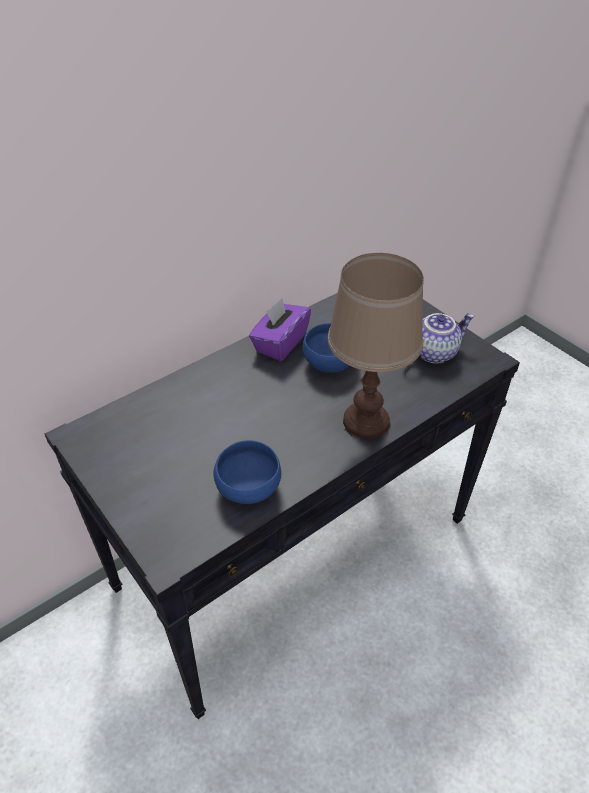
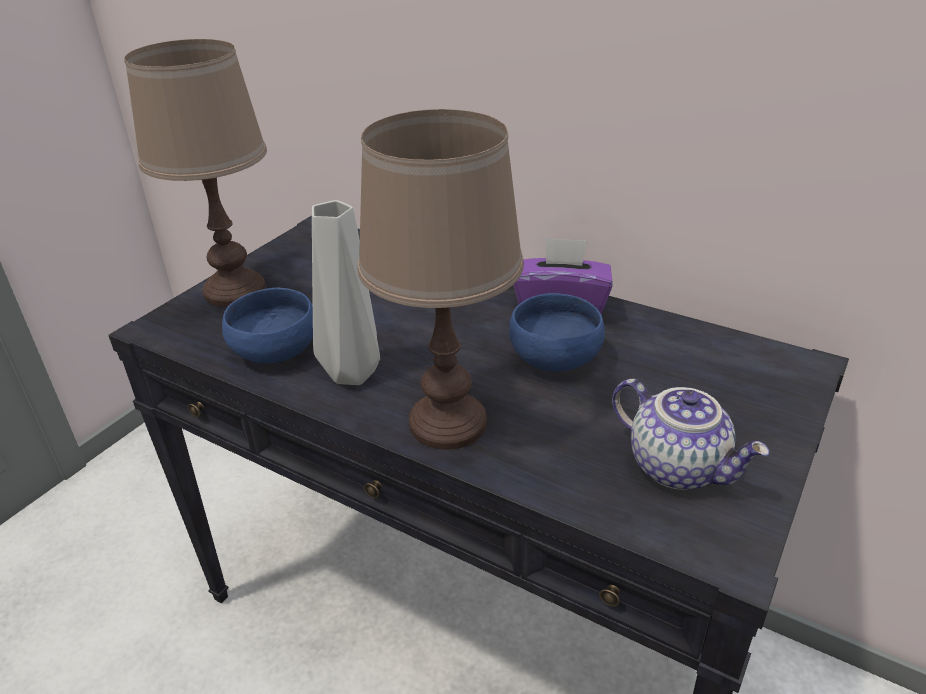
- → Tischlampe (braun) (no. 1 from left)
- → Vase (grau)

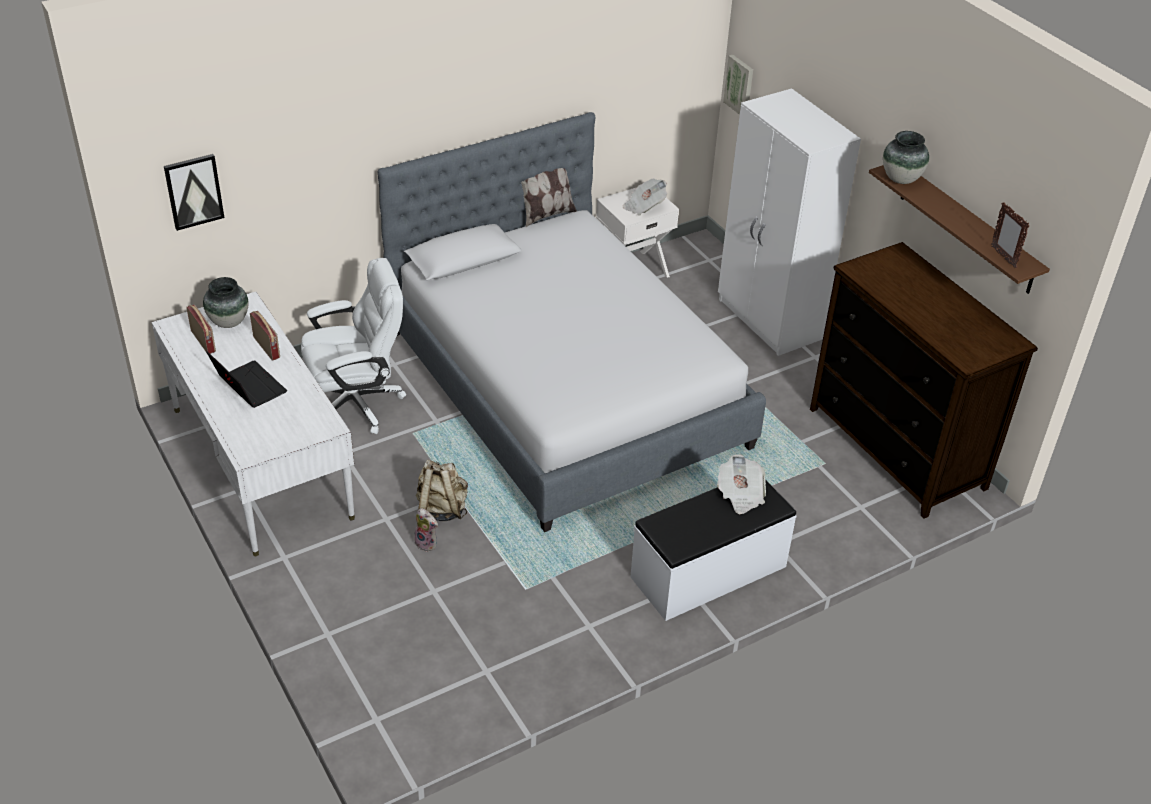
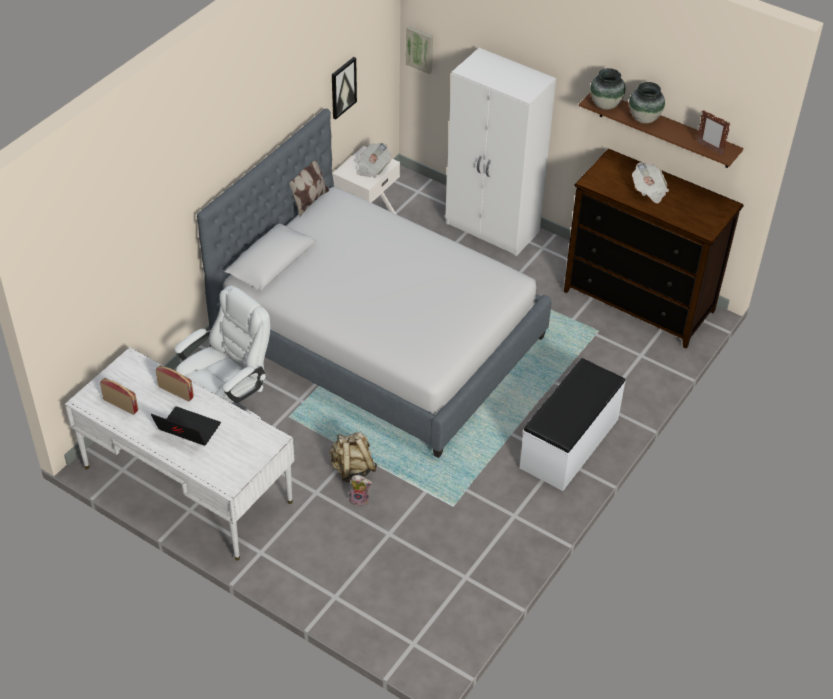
Bild (no. 1 from left), relocated
Vase (no. 1 from left in the first image) → Vase (no. 2 from left), relocated
Zeitung (no. 2 from left), relocated

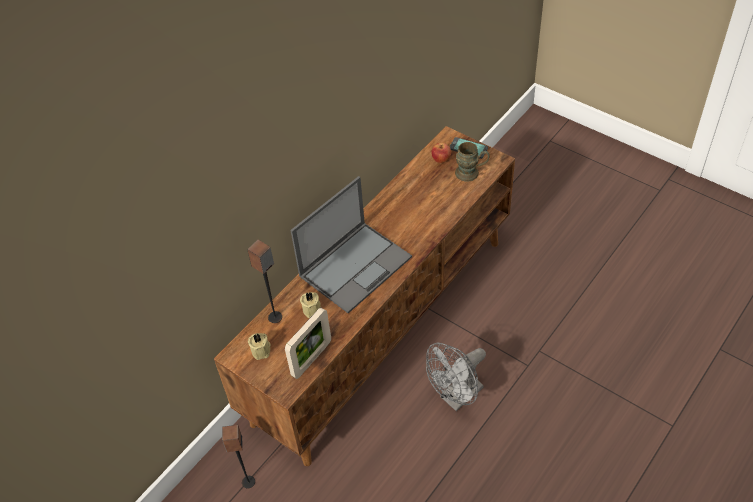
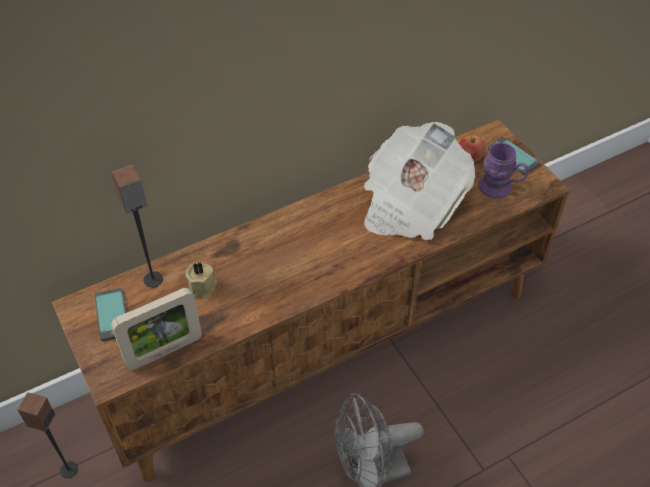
Henkelbecher (braun) → Henkelbecher (lila)
Laptop → -
Kerze (beige) (no. 1 from left) → Handy (no. 1 from left)
- → Zeitung

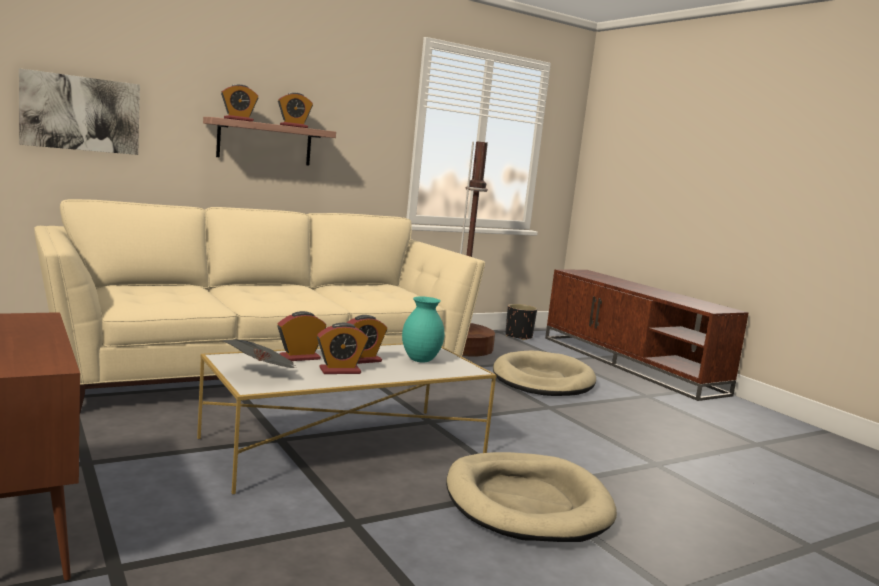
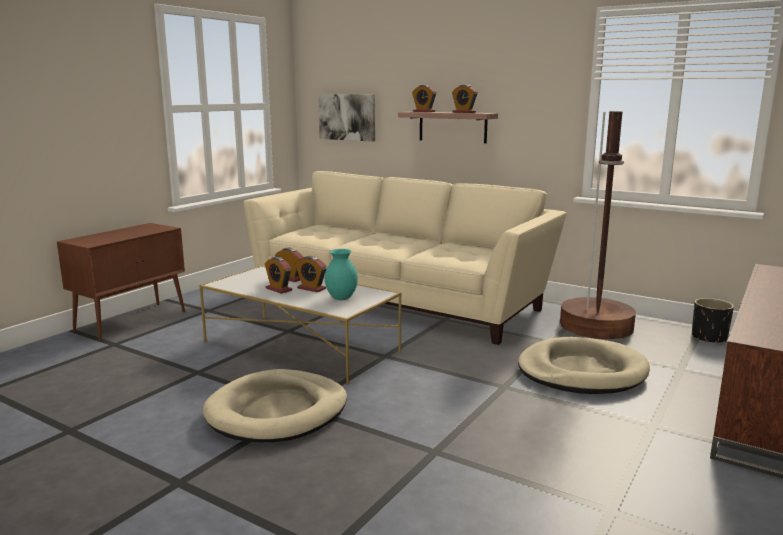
Zeitung → -

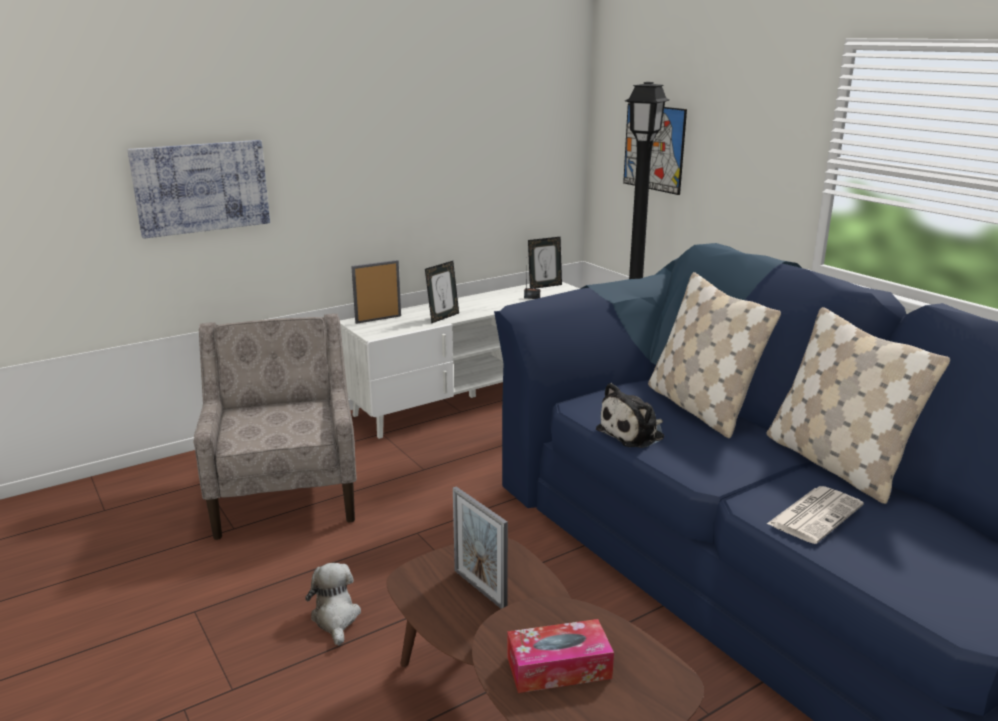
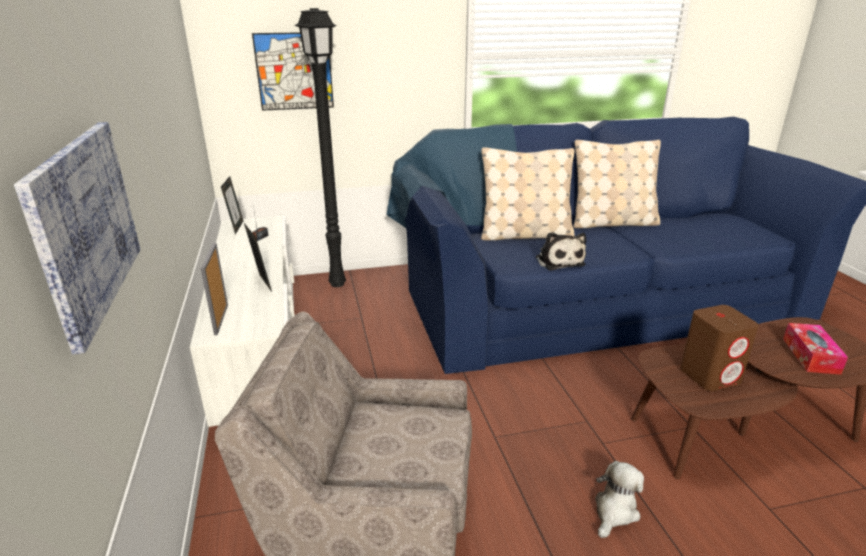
Bilderrahmen (no. 3 from left) → Lautsprecher (braun)
Zeitung → -
Plüschtier (no. 1 from left in the first image) → Plüschtier (no. 2 from left), 120 degrees clockwise

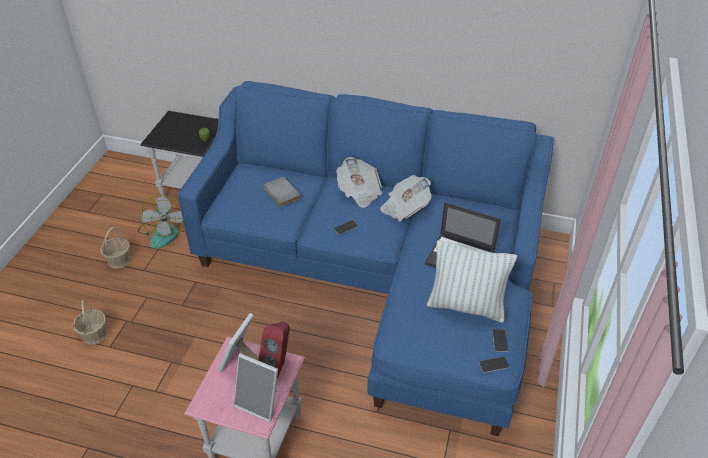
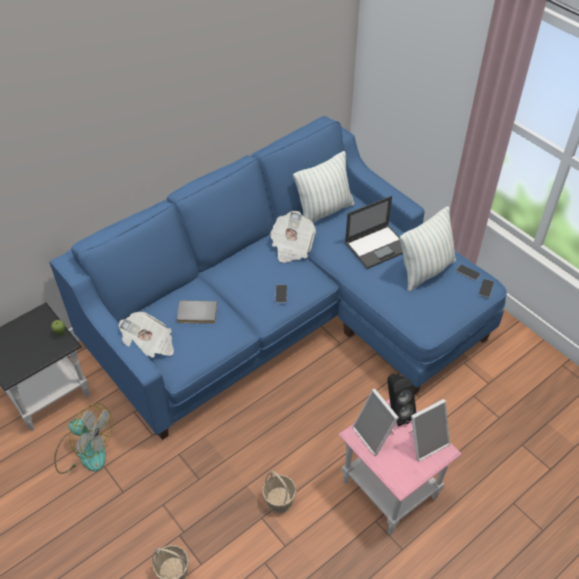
Zeitung (no. 1 from left), relocated
Korb (no. 2 from left), relocated
Lautsprecher (rot) → Lautsprecher (schwarz)
- → Kissen (no. 1 from left)

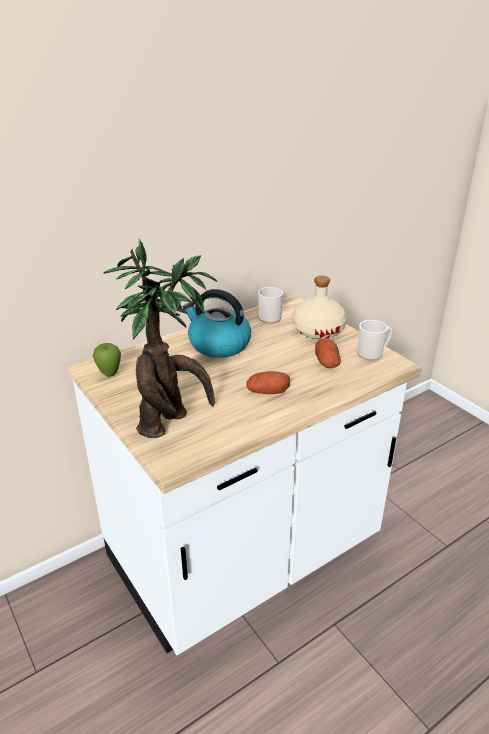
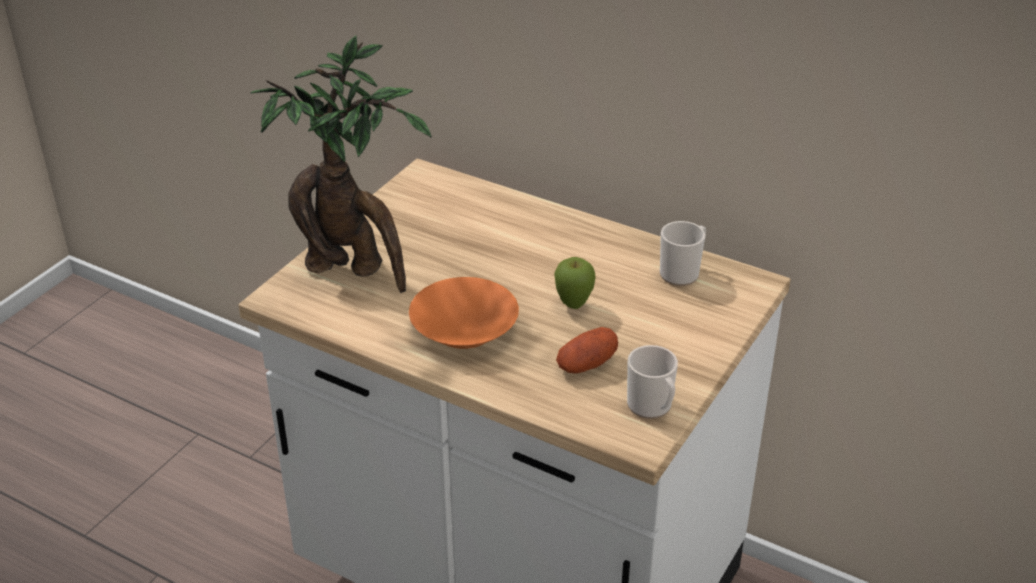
Flasche (beige) → -
Wasserkessel → -
Apfel, relocated
Kartoffel (no. 1 from left) → Schüssel (orange)

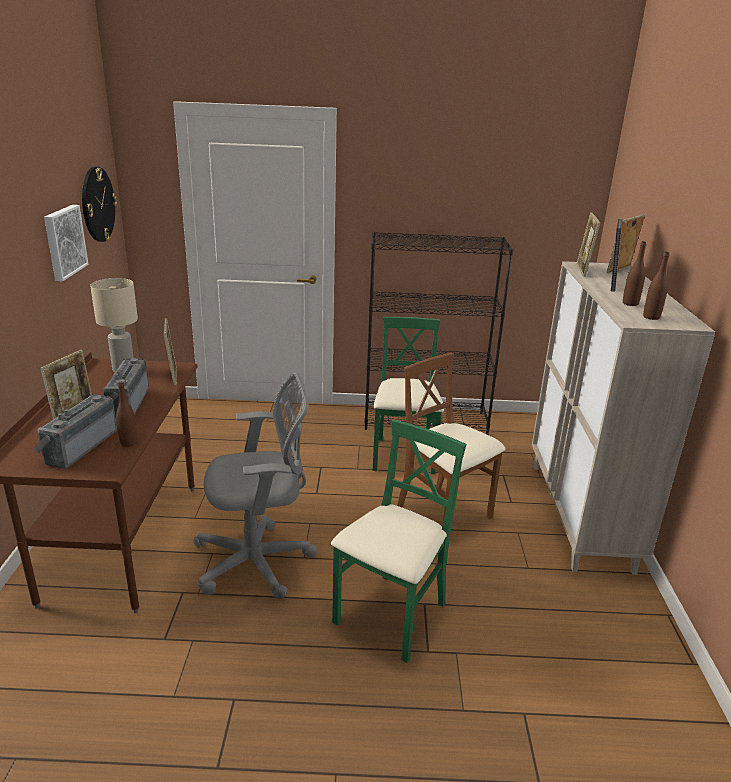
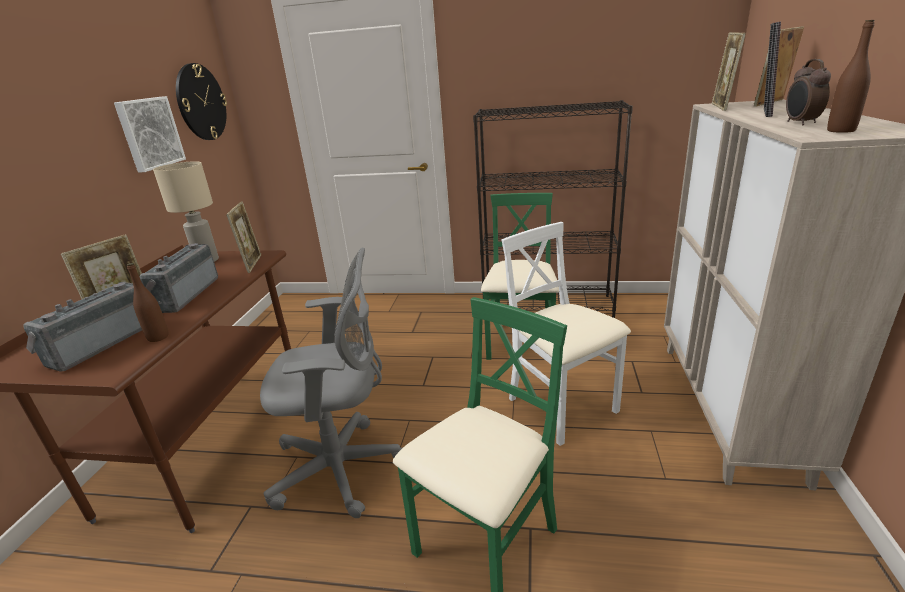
Flasche (braun) (no. 2 from left) → Wecker
Stuhl (braun) → Stuhl (weiß)

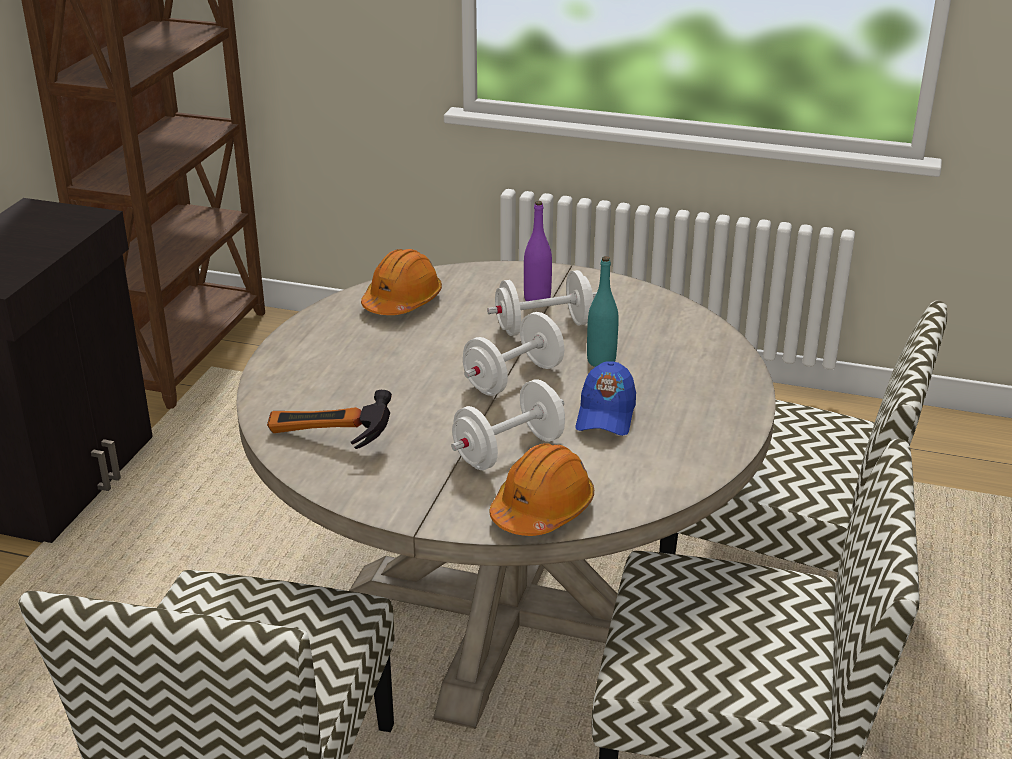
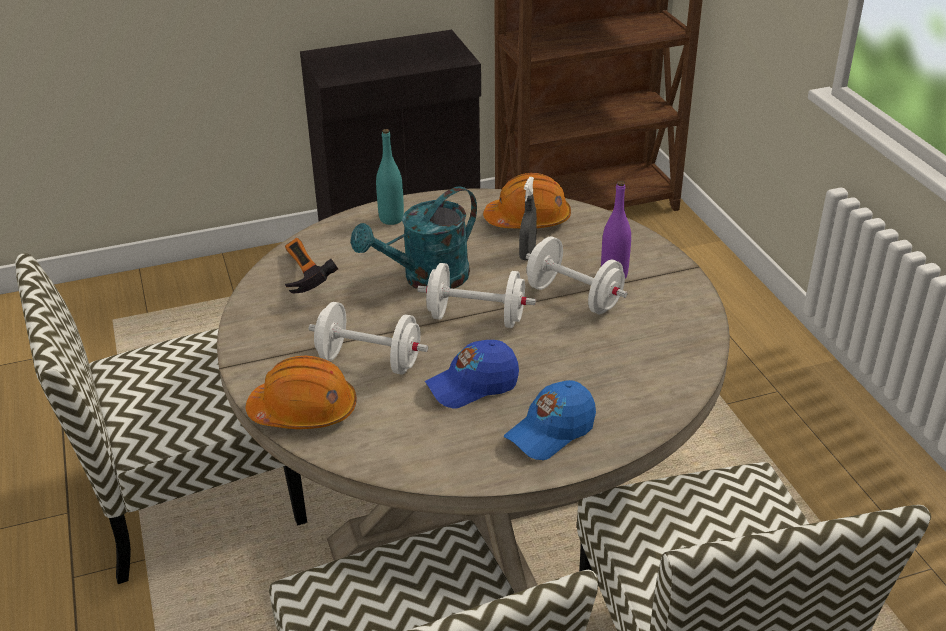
Flasche (türkis), relocated
- → Sprühflasche (grau)
- → Gießkanne (türkis)
- → Kappe (blau) (no. 2 from left)

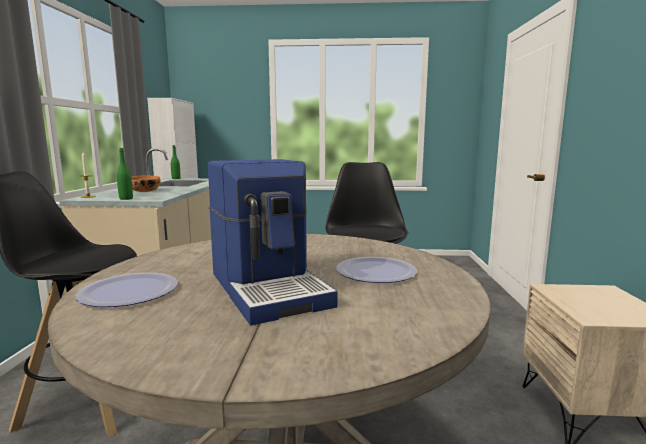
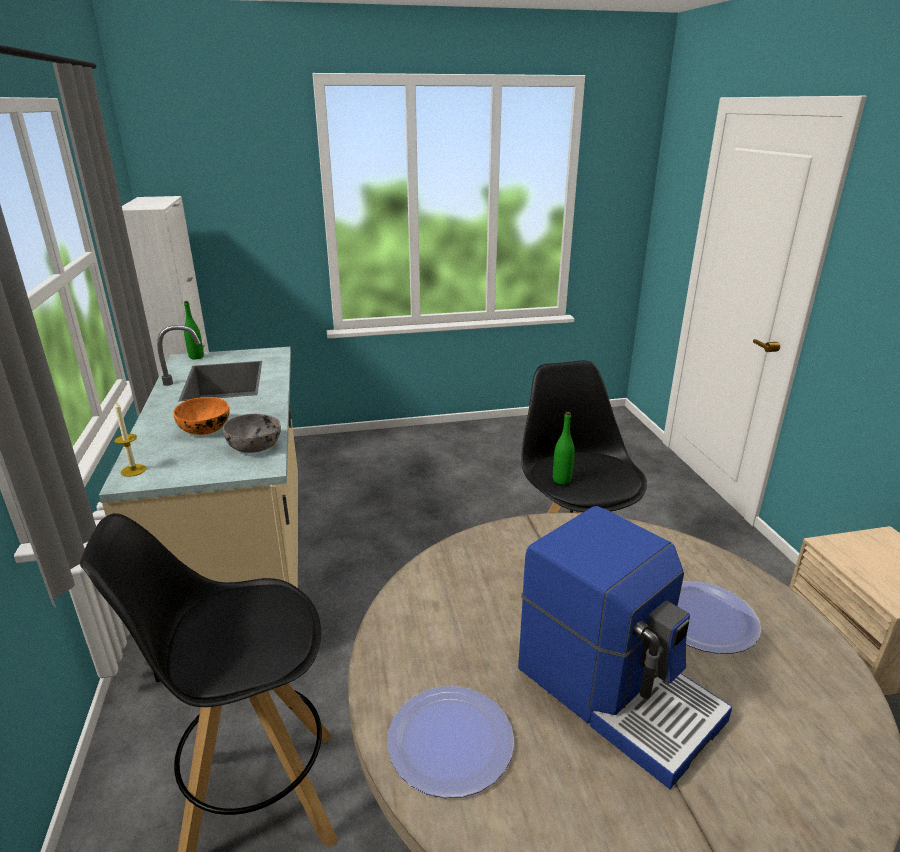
Flasche (grün) (no. 1 from left in the first image) → Flasche (grün) (no. 2 from left), relocated
- → Schüssel (grau)

